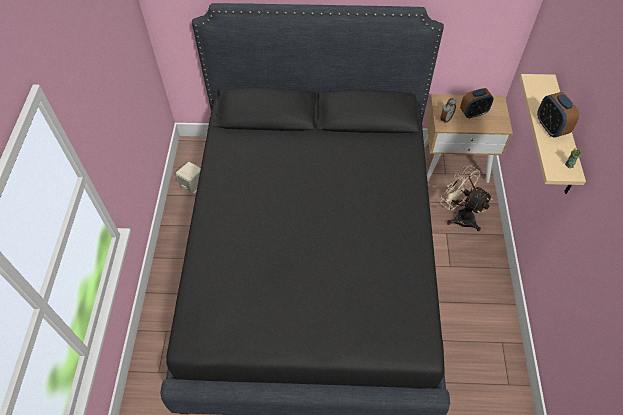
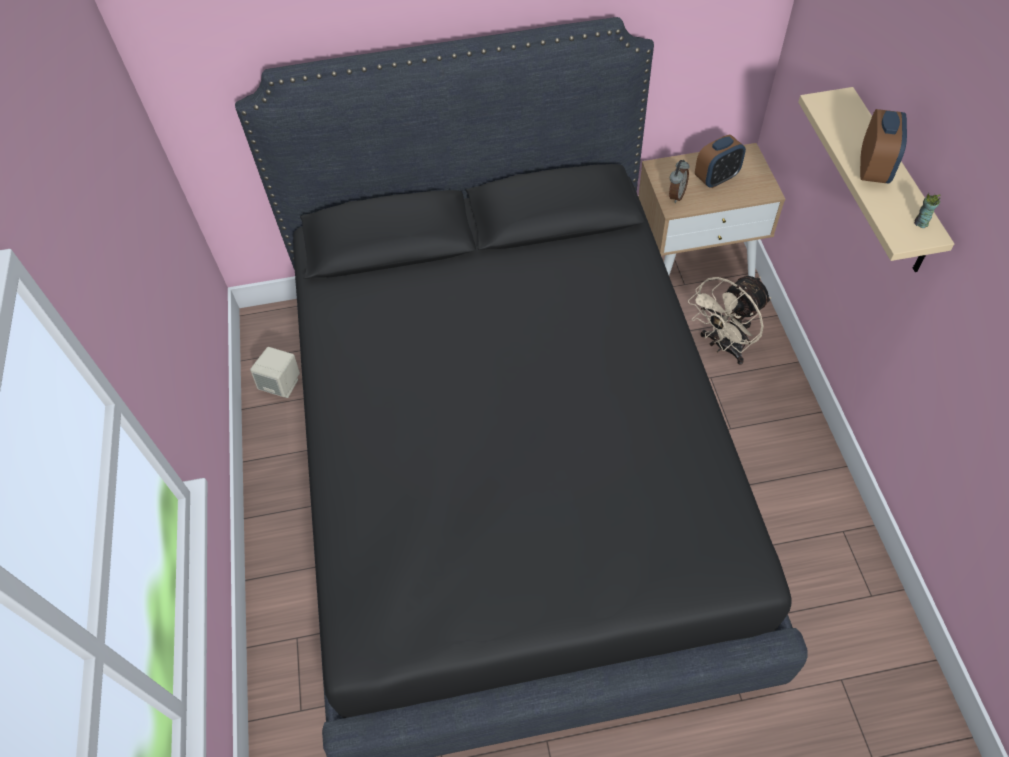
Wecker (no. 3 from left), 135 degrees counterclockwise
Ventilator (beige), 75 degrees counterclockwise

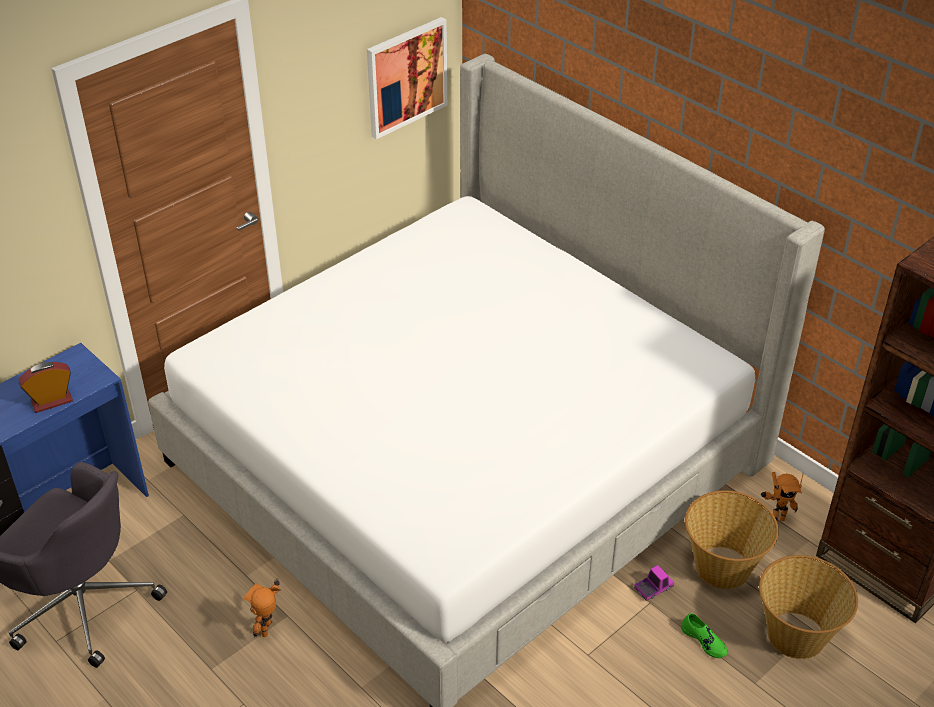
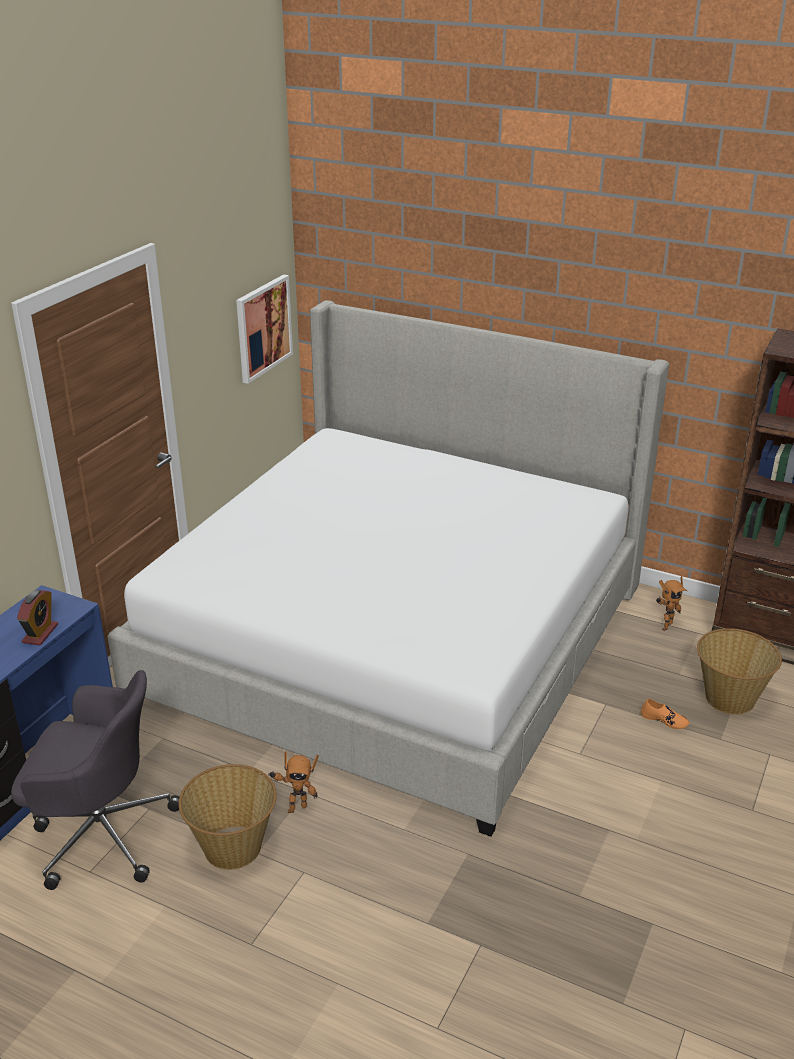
Wecker, 150 degrees clockwise
Korb (no. 1 from left), relocated
Spielzeuglaster → -
Spielzeugroboter (no. 1 from left), 105 degrees counterclockwise
Schuh (grün) → Schuh (orange)

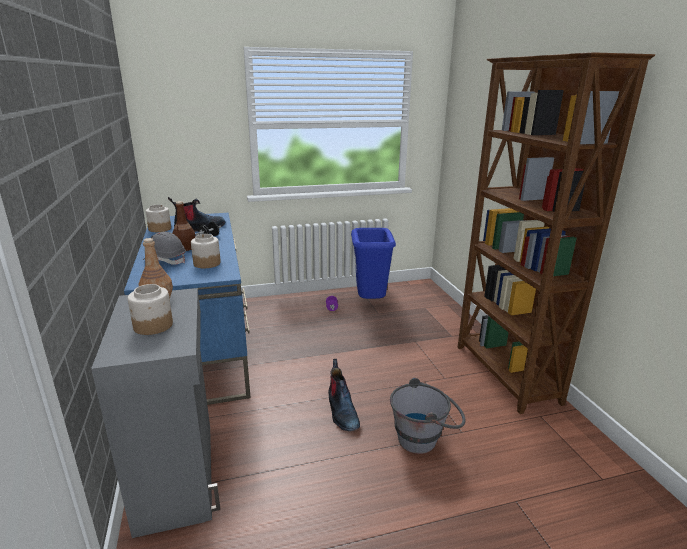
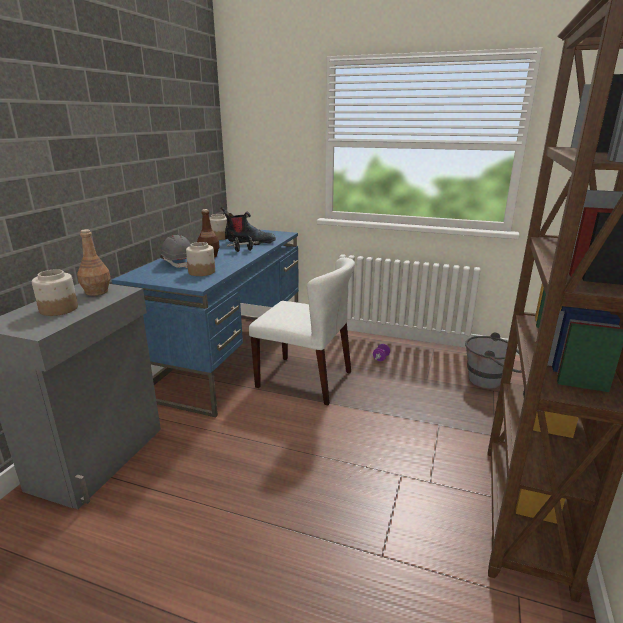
Mülleimer (blau) → -
Stiefel (no. 2 from left) → -
Eimer (grau), relocated
- → Stuhl (weiß)

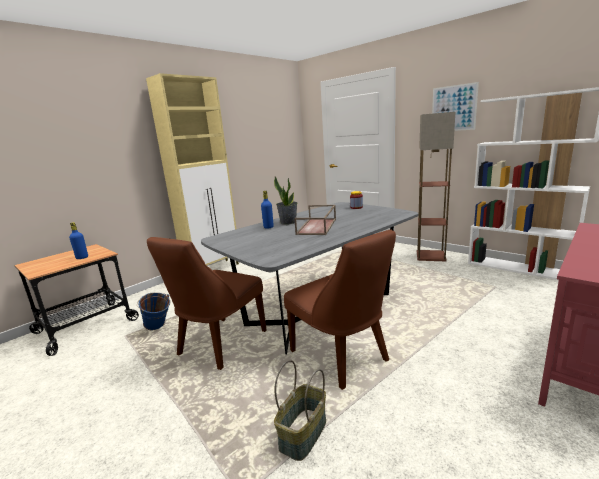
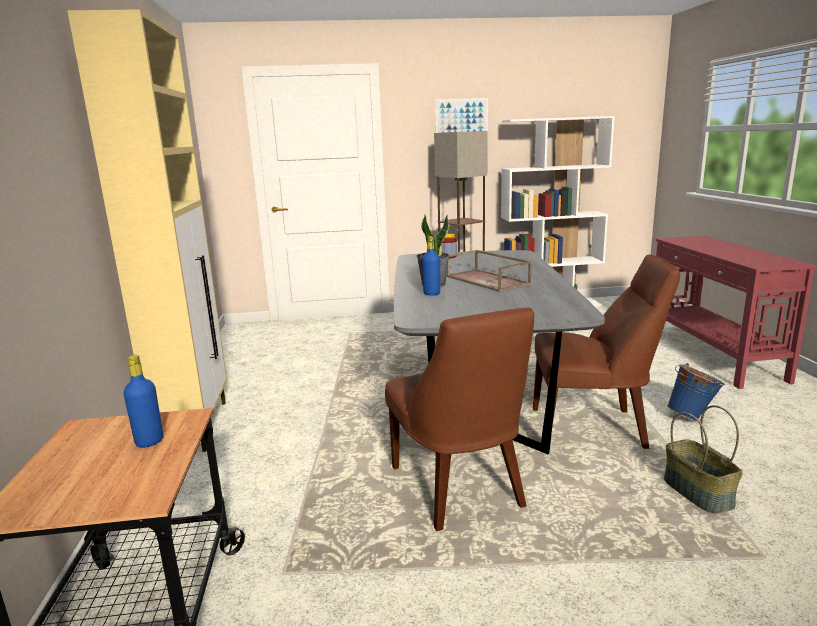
Eimer (blau), relocated

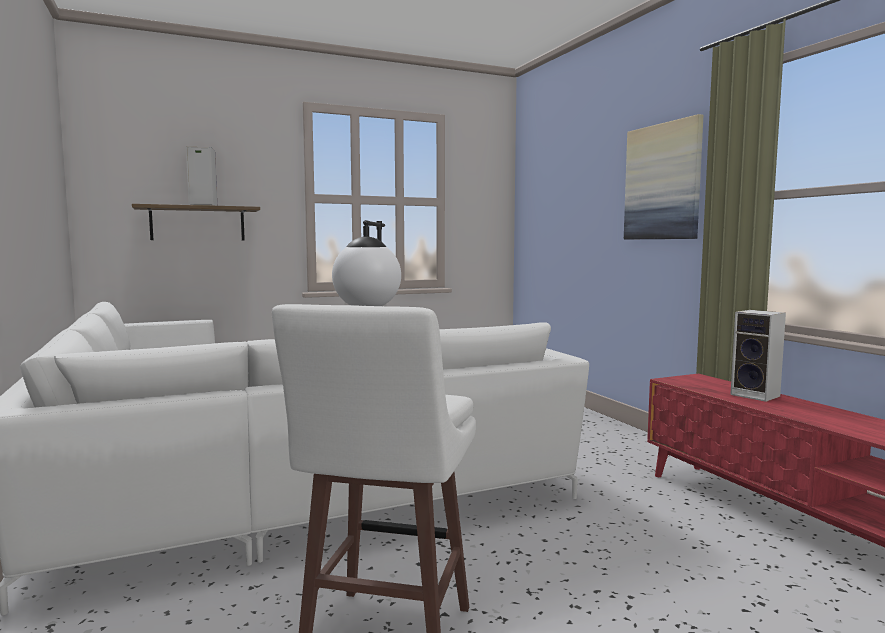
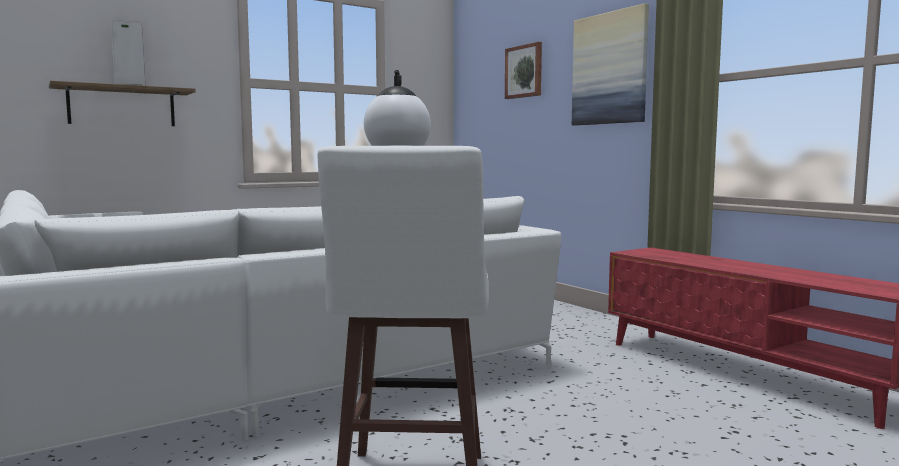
Lautsprecher (no. 2 from left) → -
- → Bild (no. 1 from left)

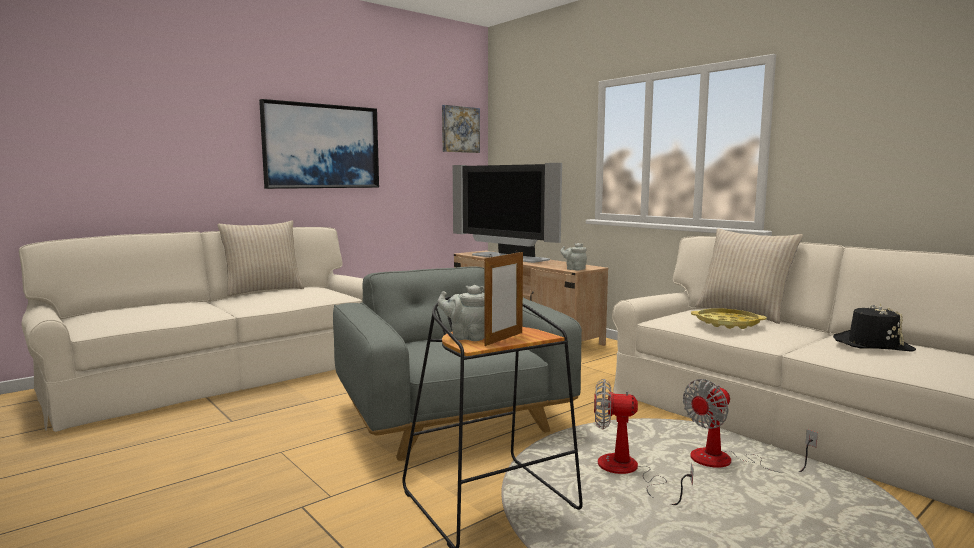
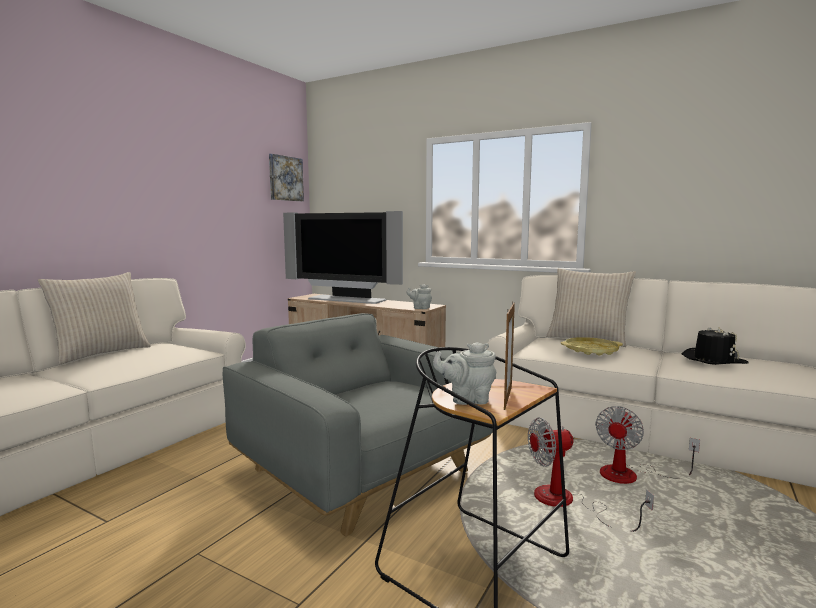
Bild (no. 1 from left) → -

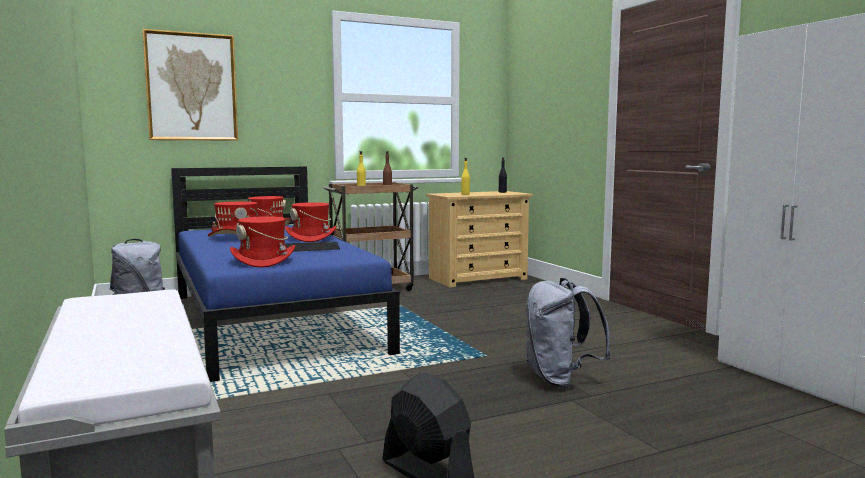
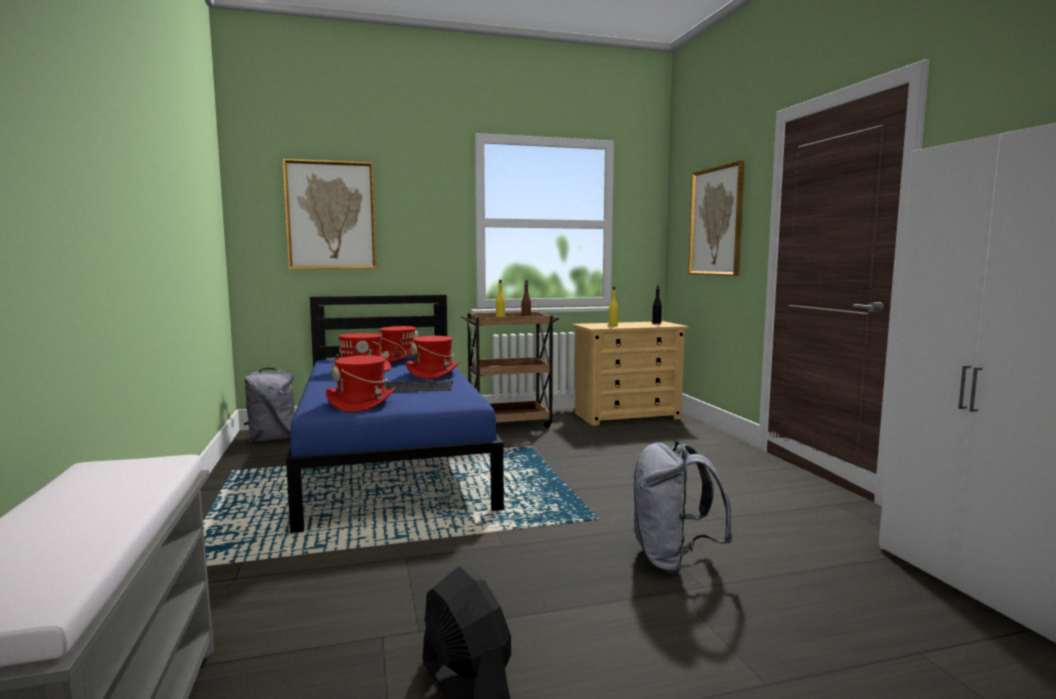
- → Bild (no. 2 from left)

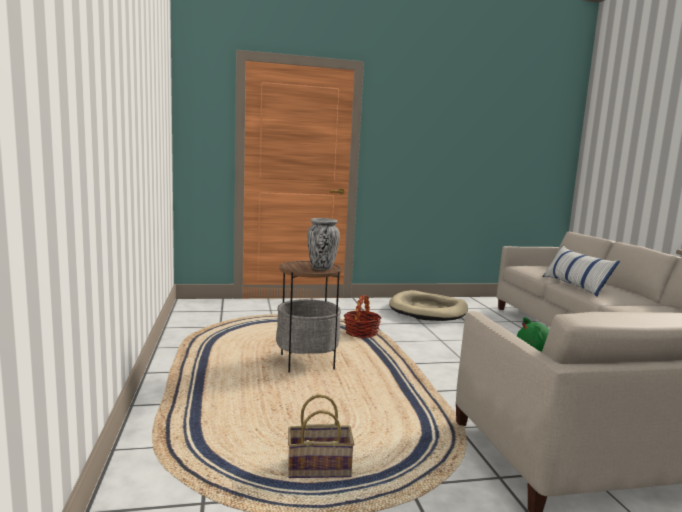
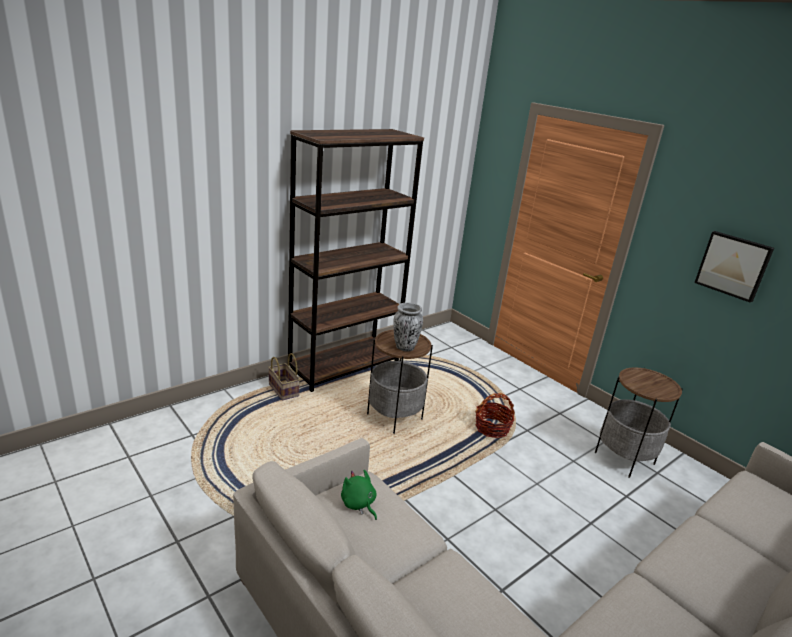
Kissen → -
Hundebett (beige) → Beistelltisch (no. 2 from left)
Korb (no. 1 from left), relocated
- → Bücherregal (braun)
- → Bild

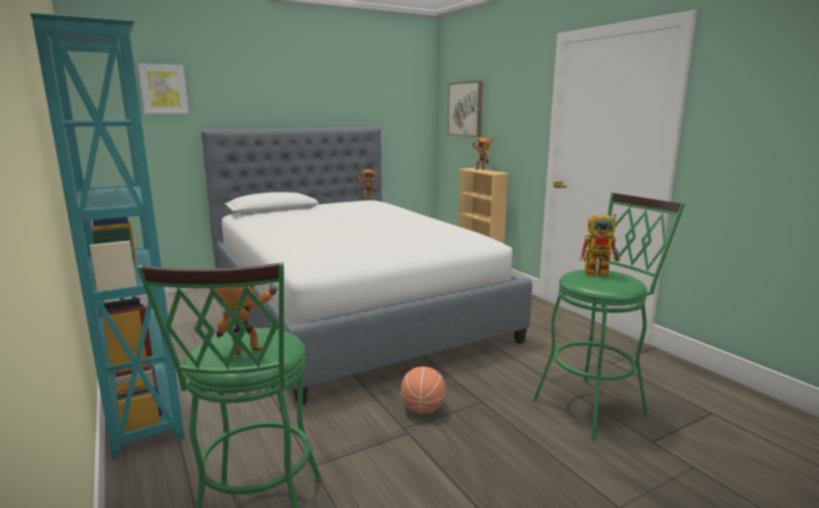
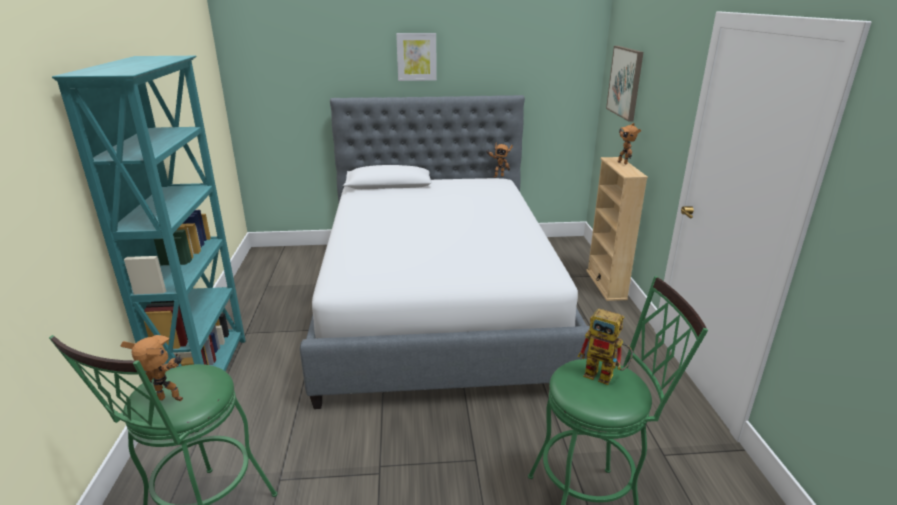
Bild (no. 1 from left), relocated
Basketball → -

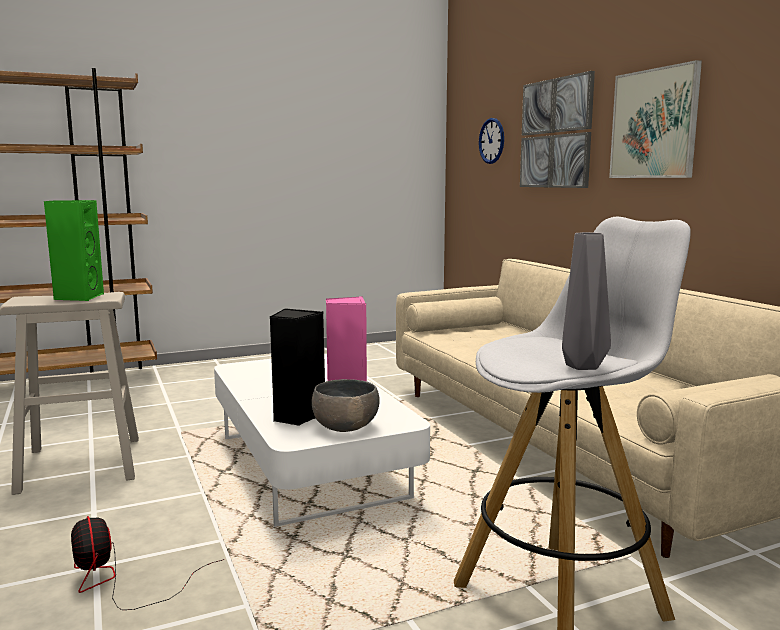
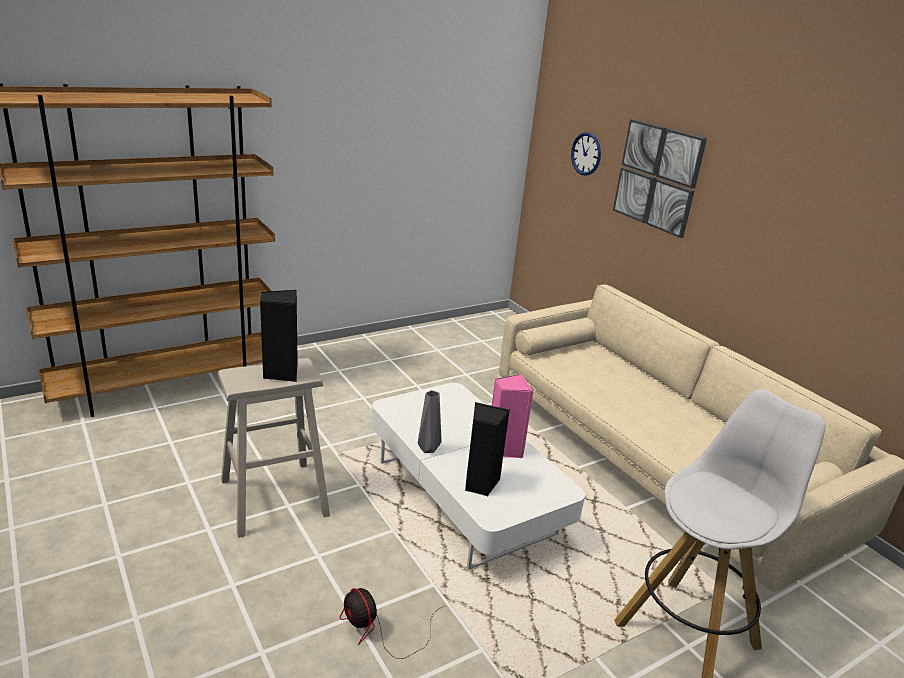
Bild (no. 2 from left) → -
Lautsprecher (grün) → Lautsprecher (schwarz) (no. 1 from left)
Vase (grau), relocated
Schüssel (grau) → -

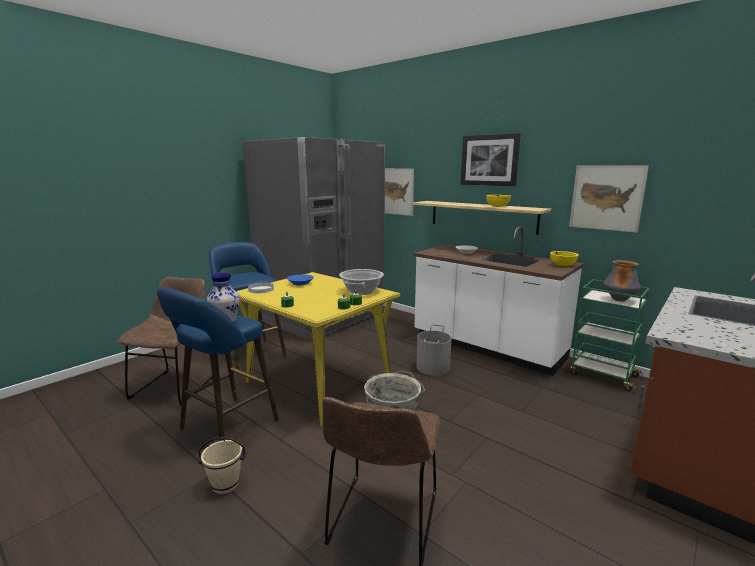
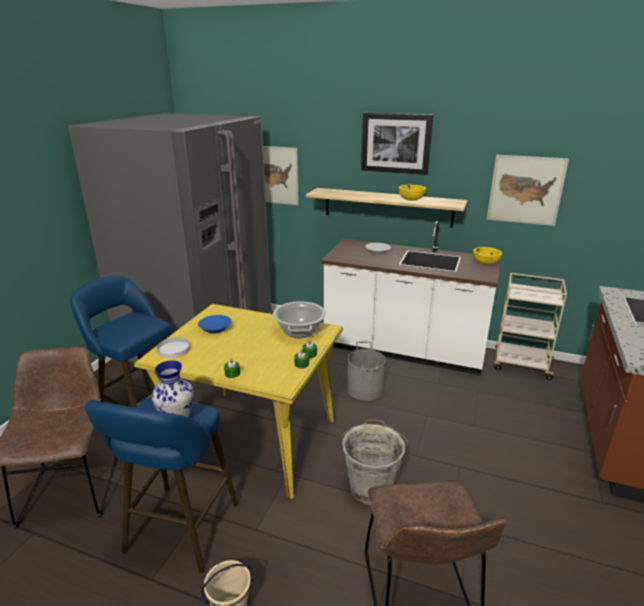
Vase (no. 2 from left) → -
Rollwagen (grün) → Rollwagen (beige)

